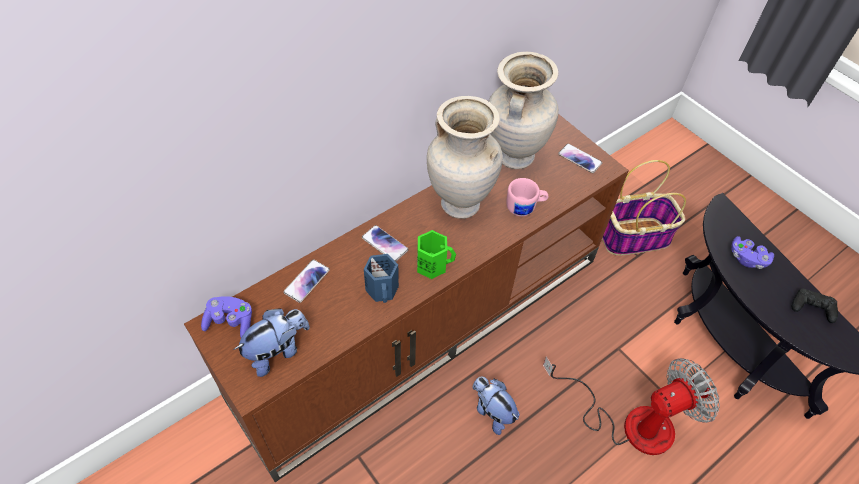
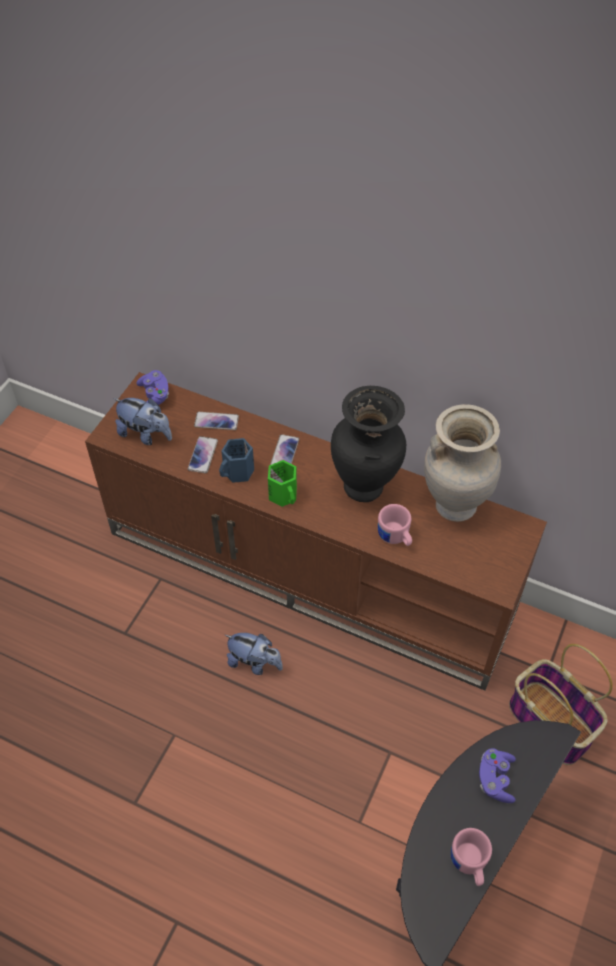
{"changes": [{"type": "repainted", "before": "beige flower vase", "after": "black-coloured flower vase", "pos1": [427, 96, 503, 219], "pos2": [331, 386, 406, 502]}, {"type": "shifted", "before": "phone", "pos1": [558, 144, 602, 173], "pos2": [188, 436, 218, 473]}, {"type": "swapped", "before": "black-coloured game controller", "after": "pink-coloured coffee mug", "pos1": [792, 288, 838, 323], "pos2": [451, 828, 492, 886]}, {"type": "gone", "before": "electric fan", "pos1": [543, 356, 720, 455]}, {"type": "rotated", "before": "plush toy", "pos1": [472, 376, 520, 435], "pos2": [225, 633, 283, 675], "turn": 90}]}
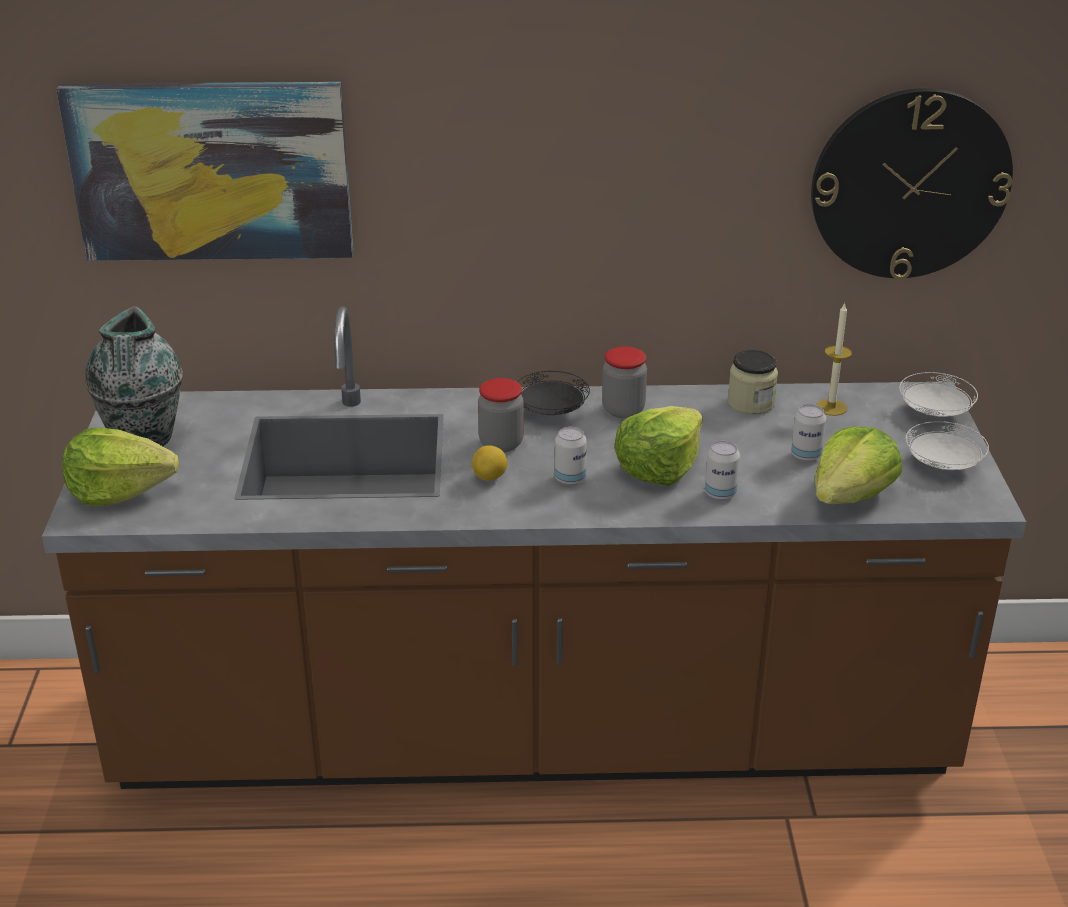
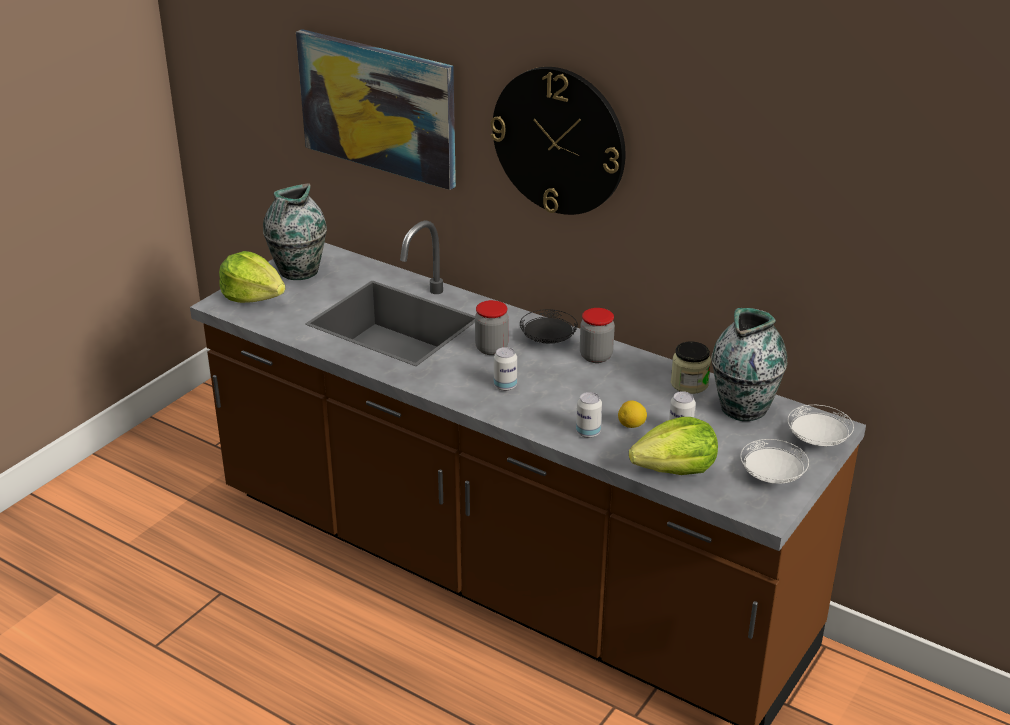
{"changes": [{"type": "shifted", "before": "clock on the wall", "pos1": [811, 88, 1013, 280], "pos2": [491, 67, 626, 215]}, {"type": "swapped", "before": "wax candle", "after": "flower vase", "pos1": [816, 302, 852, 416], "pos2": [711, 308, 788, 421]}, {"type": "gone", "before": "lettuce", "pos1": [615, 406, 703, 486]}, {"type": "shifted", "before": "citrus fruit", "pos1": [472, 445, 507, 481], "pos2": [618, 401, 647, 428]}]}
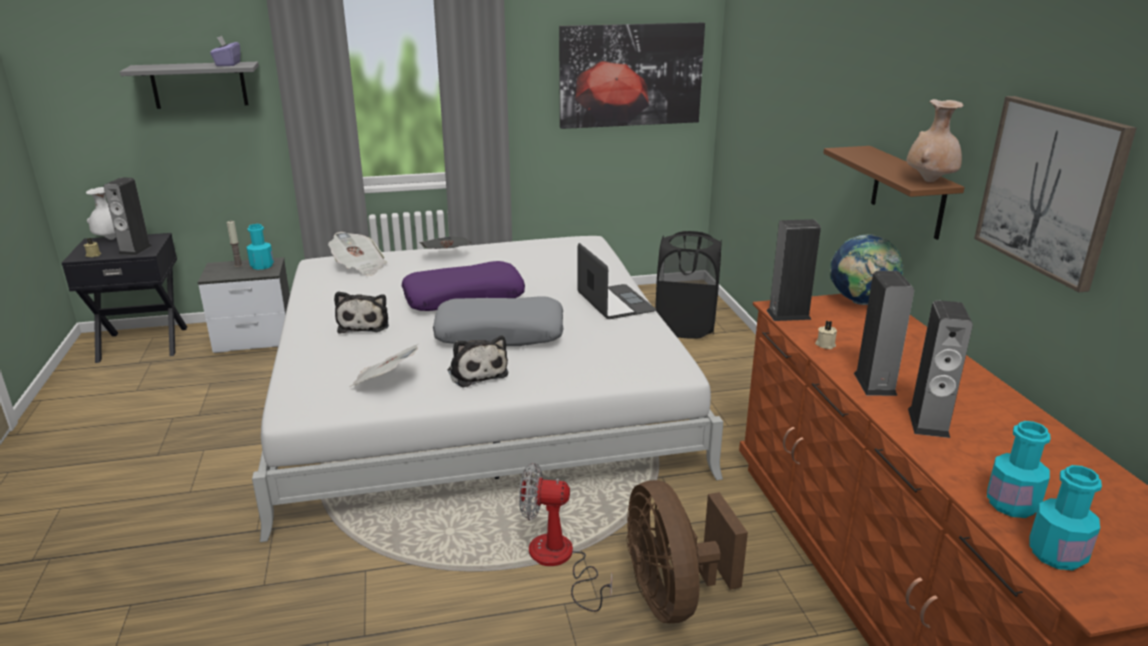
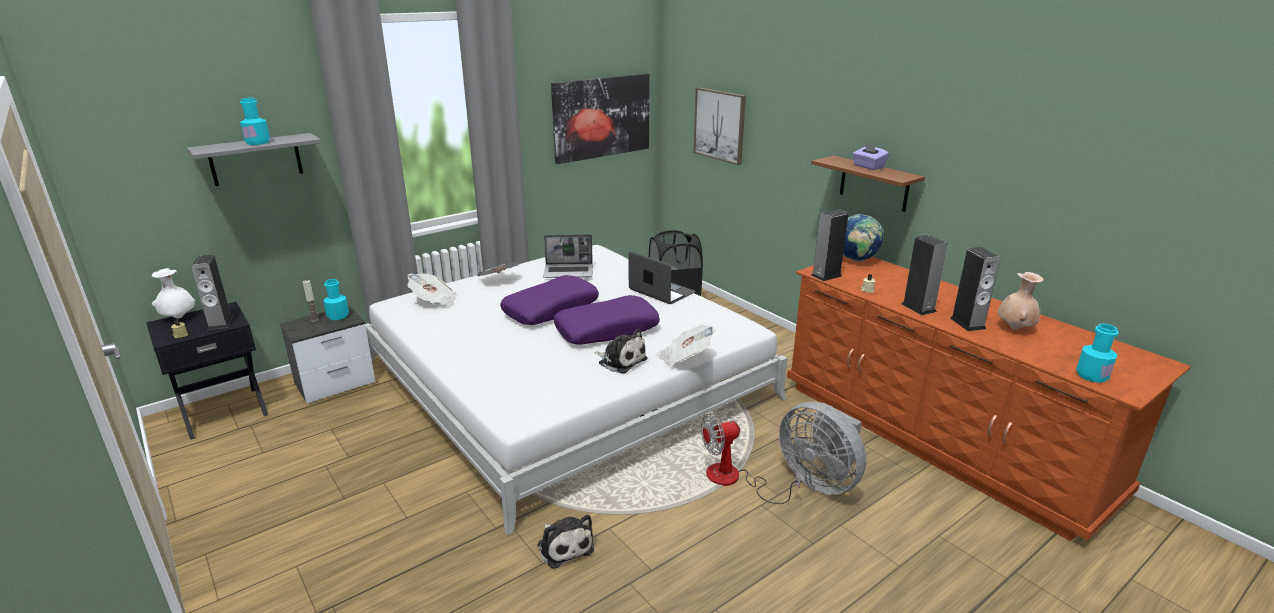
{"changes": [{"type": "shifted", "before": "purple box of tissues", "pos1": [210, 35, 240, 66], "pos2": [852, 142, 889, 170]}, {"type": "shifted", "before": "picture", "pos1": [974, 96, 1136, 292], "pos2": [693, 87, 746, 165]}, {"type": "shifted", "before": "beige flower vase", "pos1": [907, 99, 964, 182], "pos2": [998, 272, 1044, 330]}, {"type": "shifted", "before": "plush toy", "pos1": [334, 291, 389, 334], "pos2": [537, 515, 594, 569]}, {"type": "repainted", "before": "greyish throw pillow", "after": "purple throw pillow", "pos1": [433, 296, 564, 346], "pos2": [554, 295, 660, 345]}, {"type": "shifted", "before": "daily paper", "pos1": [350, 344, 418, 387], "pos2": [657, 324, 716, 366]}, {"type": "shifted", "before": "blue-green bottle", "pos1": [987, 421, 1050, 518], "pos2": [240, 98, 270, 145]}, {"type": "repainted", "before": "brown electric fan", "after": "greyish electric fan", "pos1": [626, 480, 748, 623], "pos2": [779, 401, 866, 495]}, {"type": "new", "after": "notebook computer", "pos2": [543, 234, 593, 278]}]}
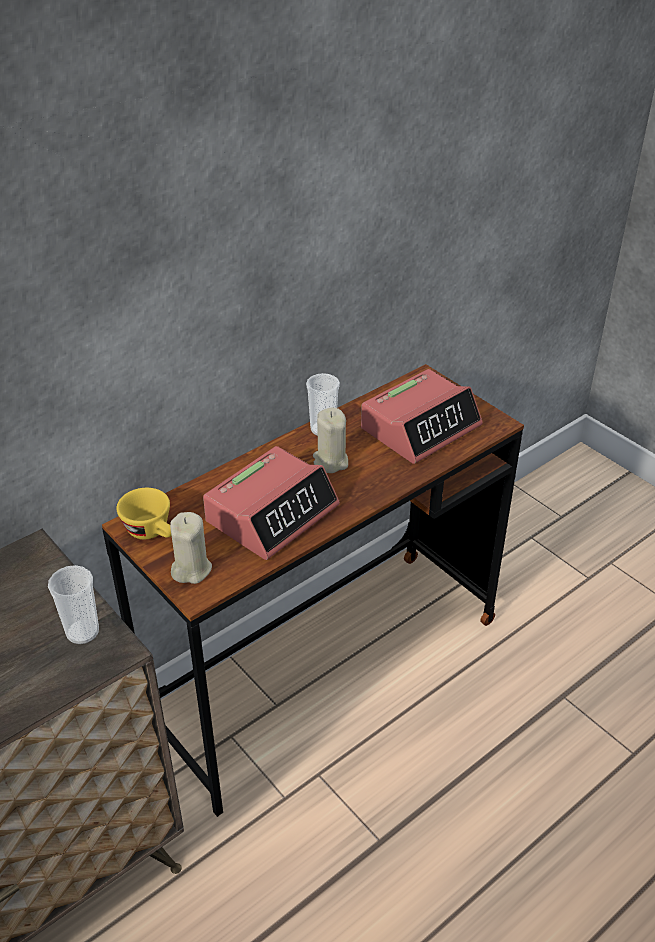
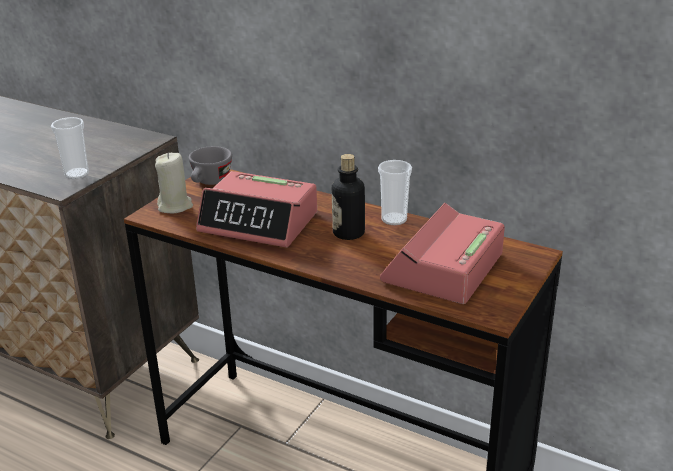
{"changes": [{"type": "rotated", "before": "bedside clock", "pos1": [361, 369, 482, 464], "pos2": [380, 203, 505, 304], "turn": 90}, {"type": "swapped", "before": "beige wax candle", "after": "bottle", "pos1": [313, 408, 348, 473], "pos2": [332, 154, 365, 240]}, {"type": "repainted", "before": "yellow cup", "after": "greyish cup", "pos1": [117, 488, 171, 539], "pos2": [189, 146, 232, 185]}]}
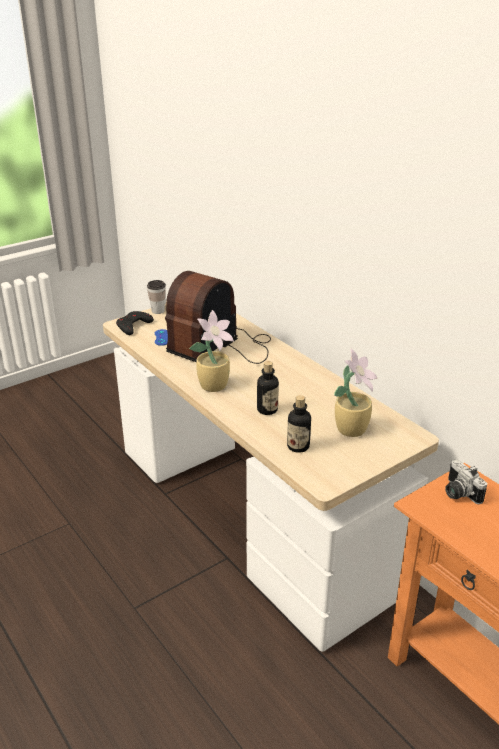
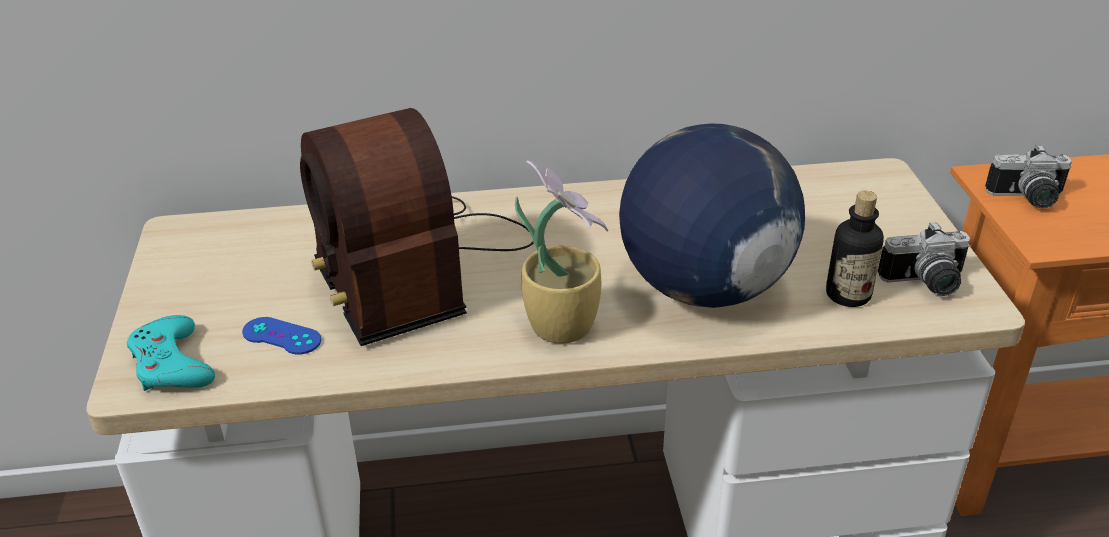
{"changes": [{"type": "gone", "before": "cup", "pos1": [147, 280, 166, 314]}, {"type": "repainted", "before": "black-coloured game controller", "after": "blue-green game controller", "pos1": [116, 311, 154, 335], "pos2": [127, 315, 215, 391]}, {"type": "gone", "before": "houseplant", "pos1": [334, 348, 378, 437]}, {"type": "swapped", "before": "bottle", "after": "desk globe", "pos1": [257, 361, 279, 415], "pos2": [619, 124, 805, 308]}, {"type": "new", "after": "photo camera", "pos2": [878, 222, 971, 296]}]}
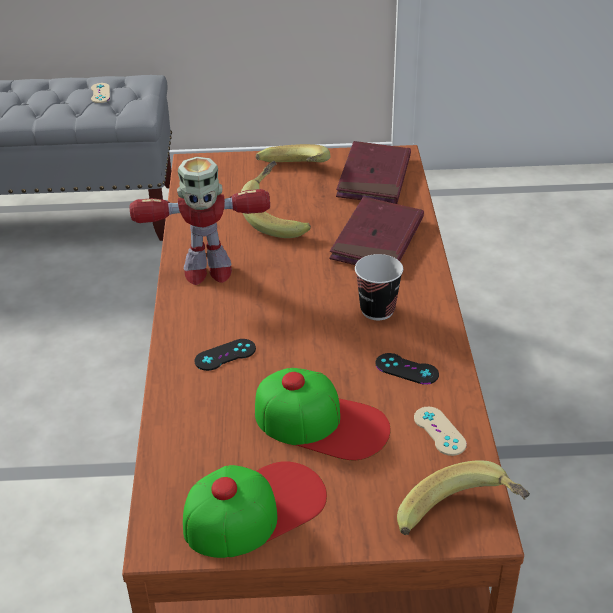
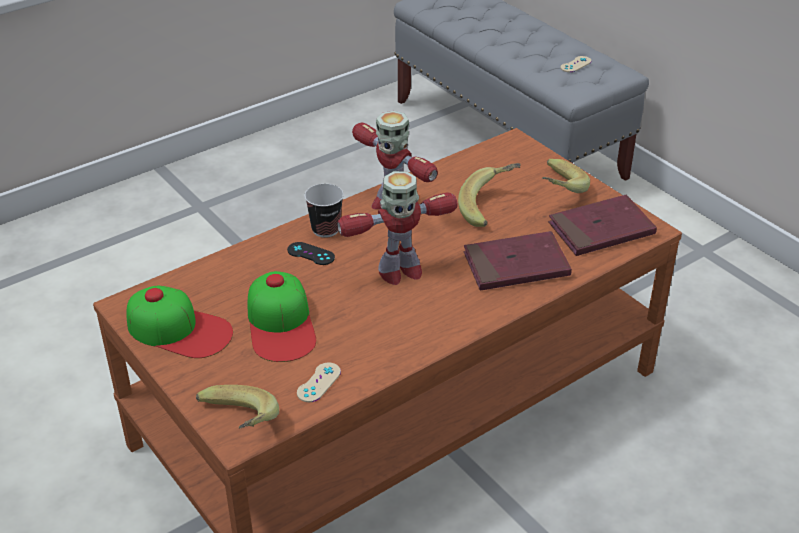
{"changes": [{"type": "shifted", "before": "cup", "pos1": [355, 254, 403, 320], "pos2": [304, 184, 344, 238]}, {"type": "gone", "before": "black-coloured game controller", "pos1": [376, 353, 439, 385]}, {"type": "new", "after": "toy robot", "pos2": [337, 171, 458, 285]}]}
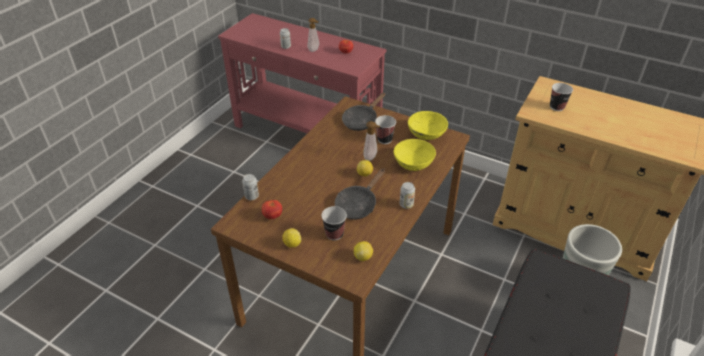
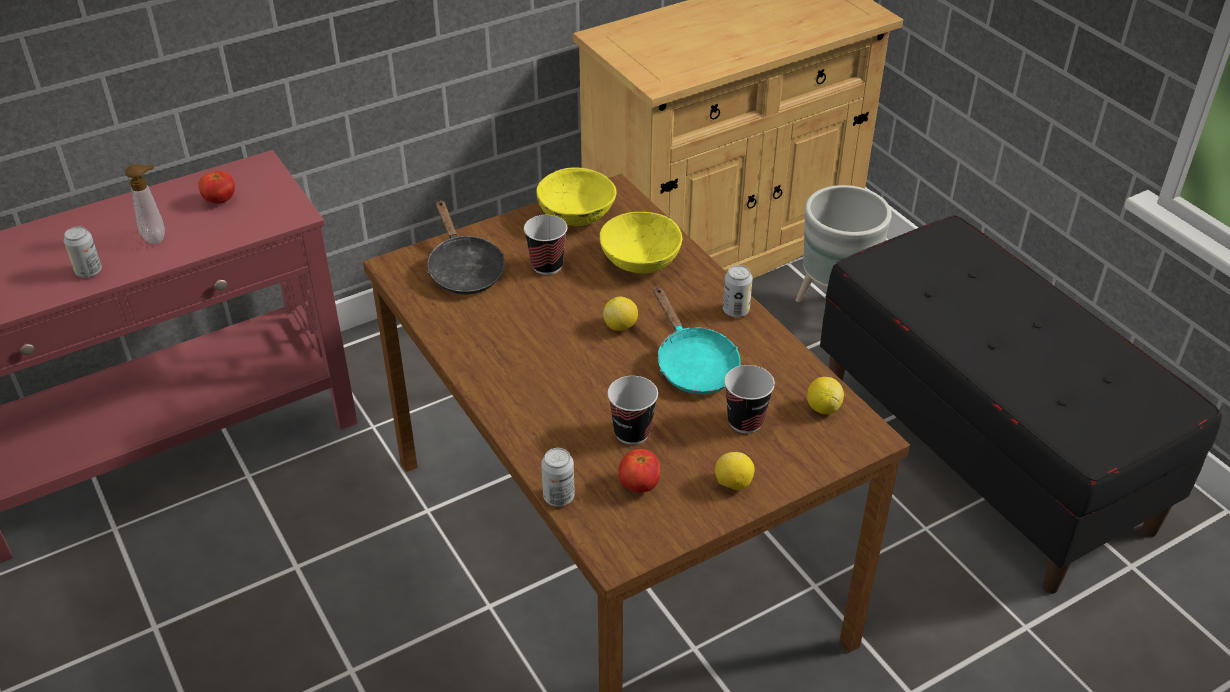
{"changes": [{"type": "shifted", "before": "cup", "pos1": [550, 83, 573, 111], "pos2": [608, 376, 658, 445]}, {"type": "gone", "before": "liquid soap bottle", "pos1": [364, 121, 380, 161]}, {"type": "repainted", "before": "black-coloured skillet", "after": "blue-green skillet", "pos1": [335, 169, 385, 220], "pos2": [654, 287, 741, 394]}]}
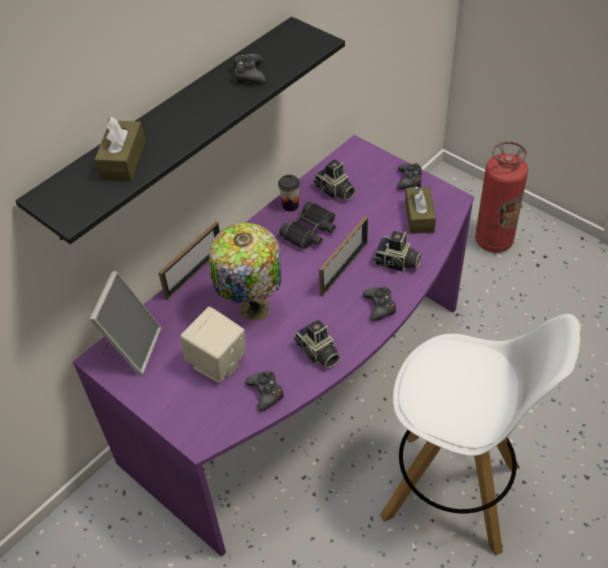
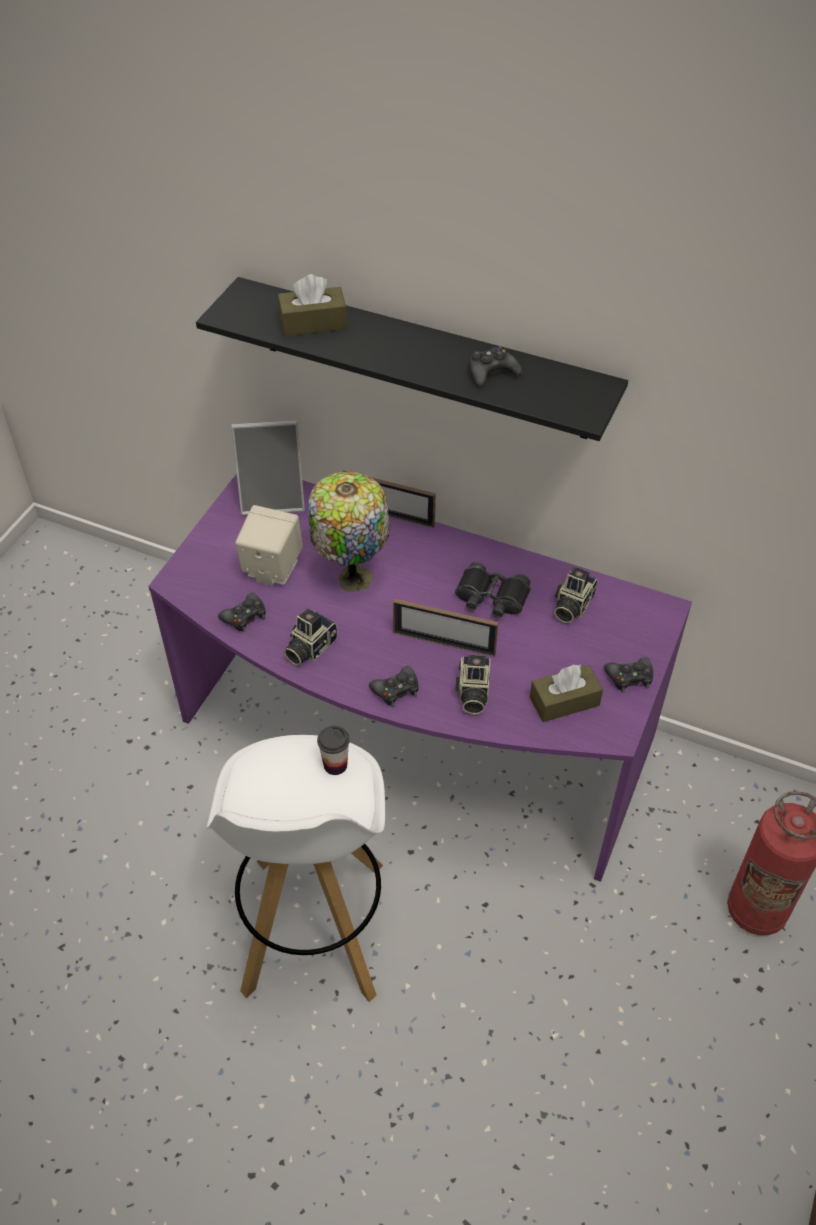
{"changes": [{"type": "shifted", "before": "cup", "pos1": [278, 175, 300, 212], "pos2": [317, 726, 350, 775]}]}
